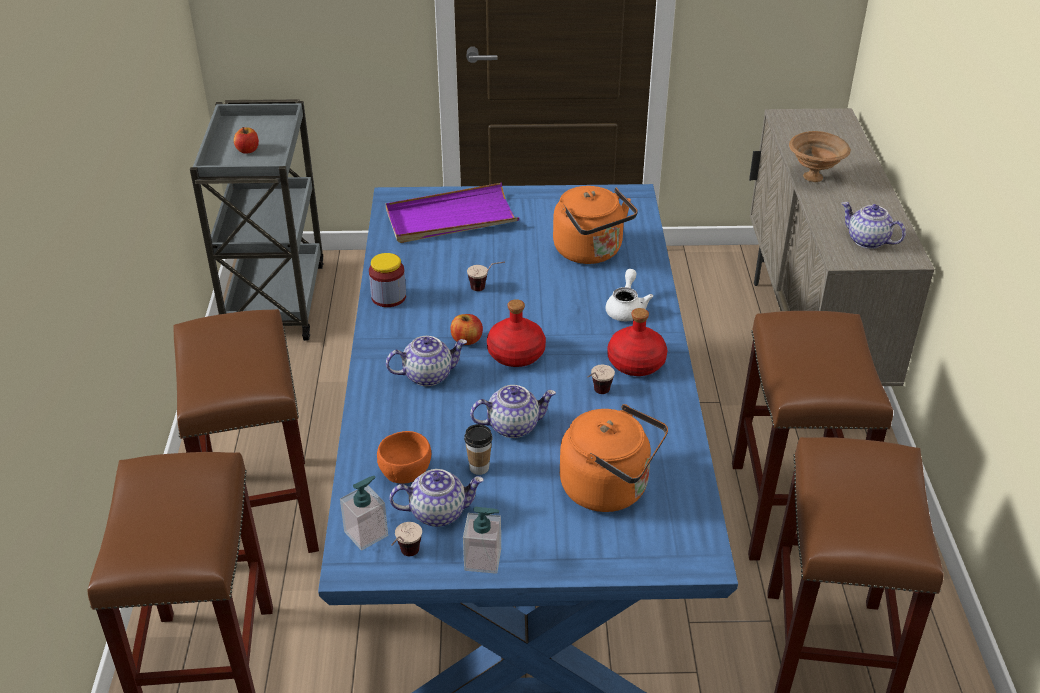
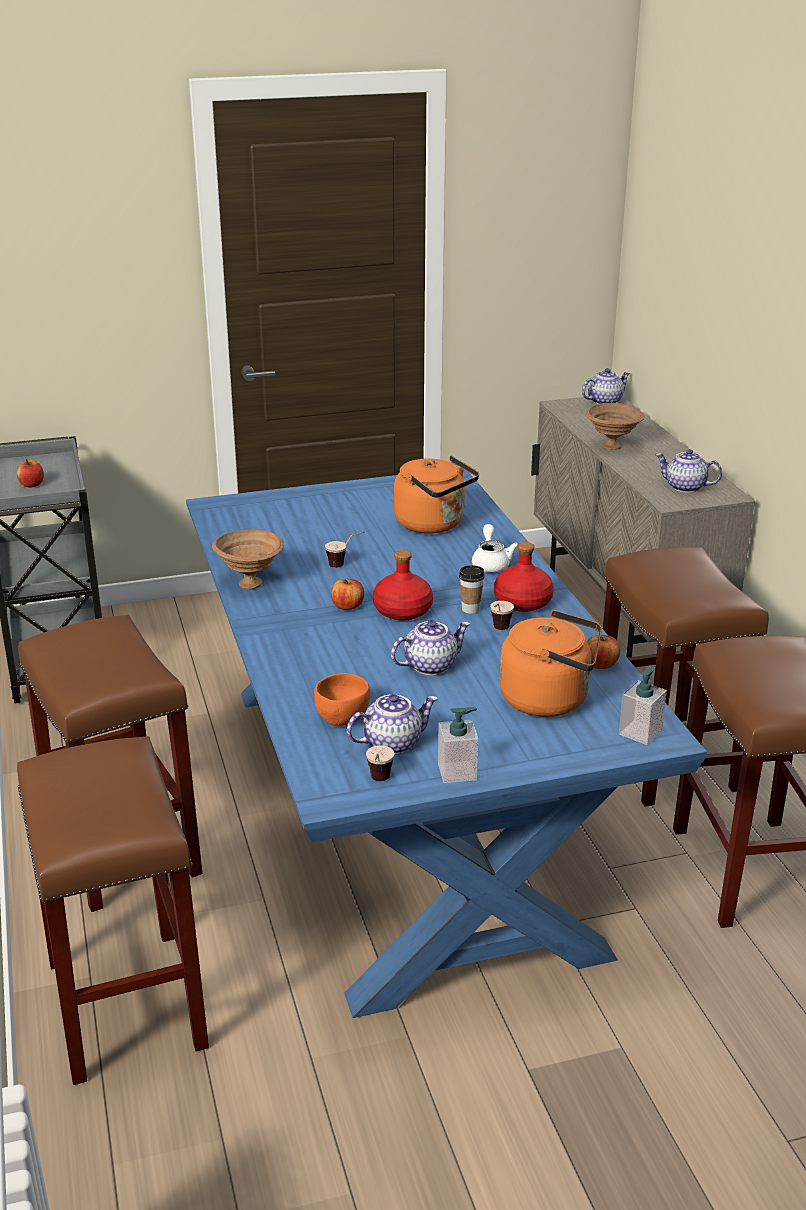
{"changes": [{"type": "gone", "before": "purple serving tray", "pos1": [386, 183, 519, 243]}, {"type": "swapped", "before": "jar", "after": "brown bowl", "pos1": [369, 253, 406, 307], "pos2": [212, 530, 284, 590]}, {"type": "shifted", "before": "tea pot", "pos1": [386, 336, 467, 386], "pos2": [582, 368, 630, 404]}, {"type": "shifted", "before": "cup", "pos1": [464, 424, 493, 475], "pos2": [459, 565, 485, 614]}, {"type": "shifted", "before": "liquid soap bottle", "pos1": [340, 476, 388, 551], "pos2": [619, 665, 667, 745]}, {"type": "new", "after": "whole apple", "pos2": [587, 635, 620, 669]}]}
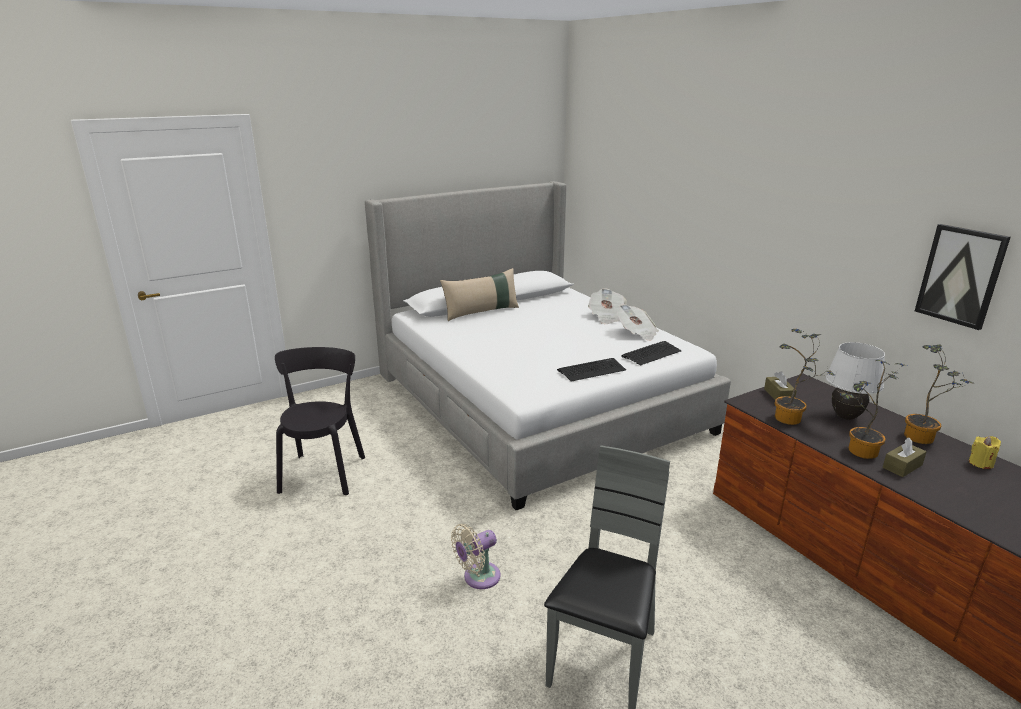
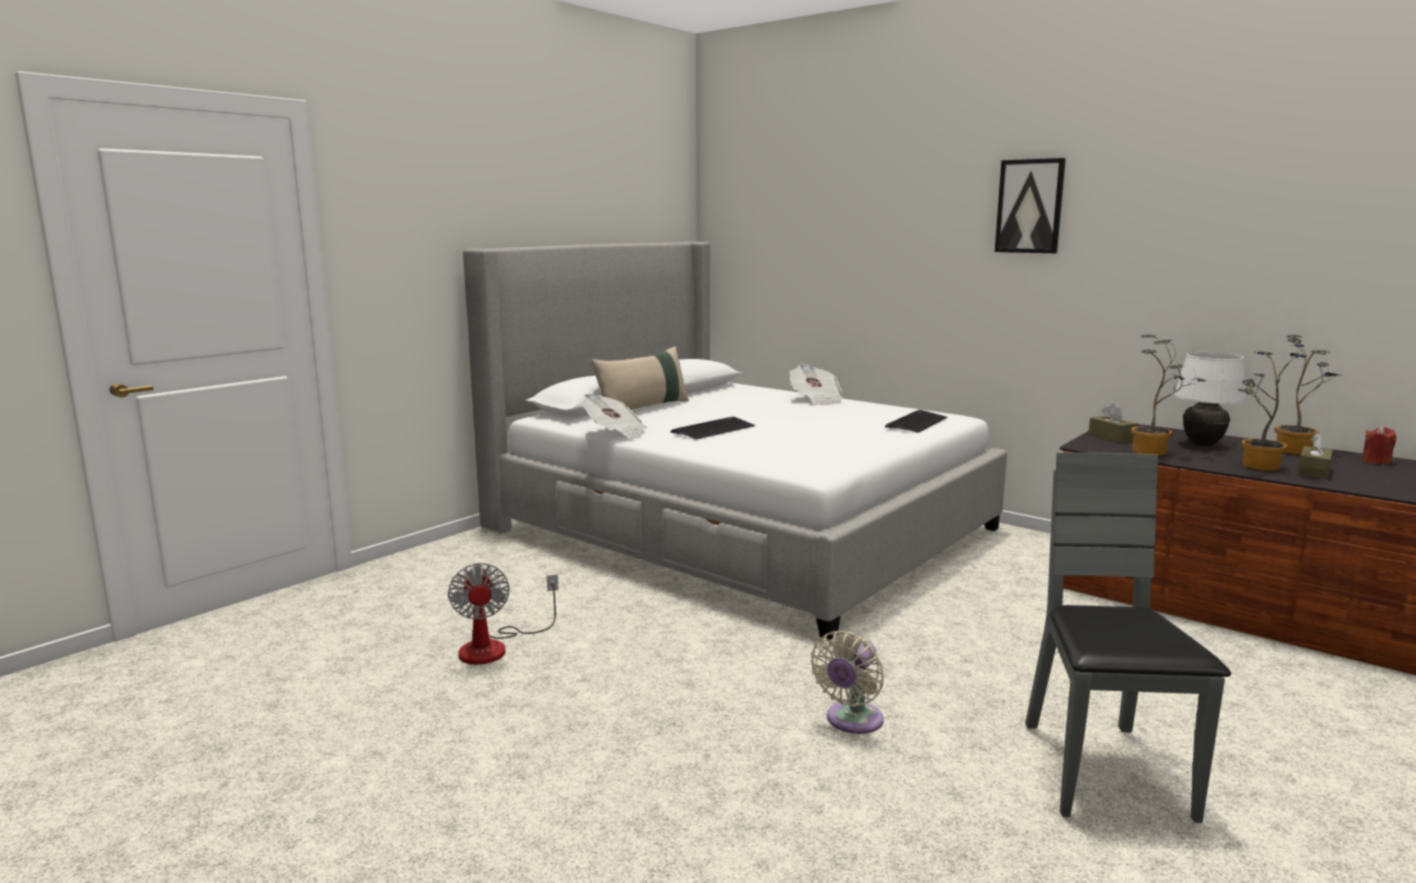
{"changes": [{"type": "shifted", "before": "picture", "pos1": [915, 224, 1011, 330], "pos2": [995, 158, 1066, 253]}, {"type": "shifted", "before": "daily paper", "pos1": [617, 304, 659, 341], "pos2": [581, 393, 647, 439]}, {"type": "swapped", "before": "black-coloured upright chair", "after": "electric fan", "pos1": [275, 347, 365, 495], "pos2": [448, 563, 558, 665]}, {"type": "shifted", "before": "PC keyboard", "pos1": [557, 358, 626, 382], "pos2": [671, 417, 755, 439]}, {"type": "repainted", "before": "yellow wax candle", "after": "reddish wax candle", "pos1": [969, 436, 1001, 469], "pos2": [1362, 426, 1396, 464]}]}
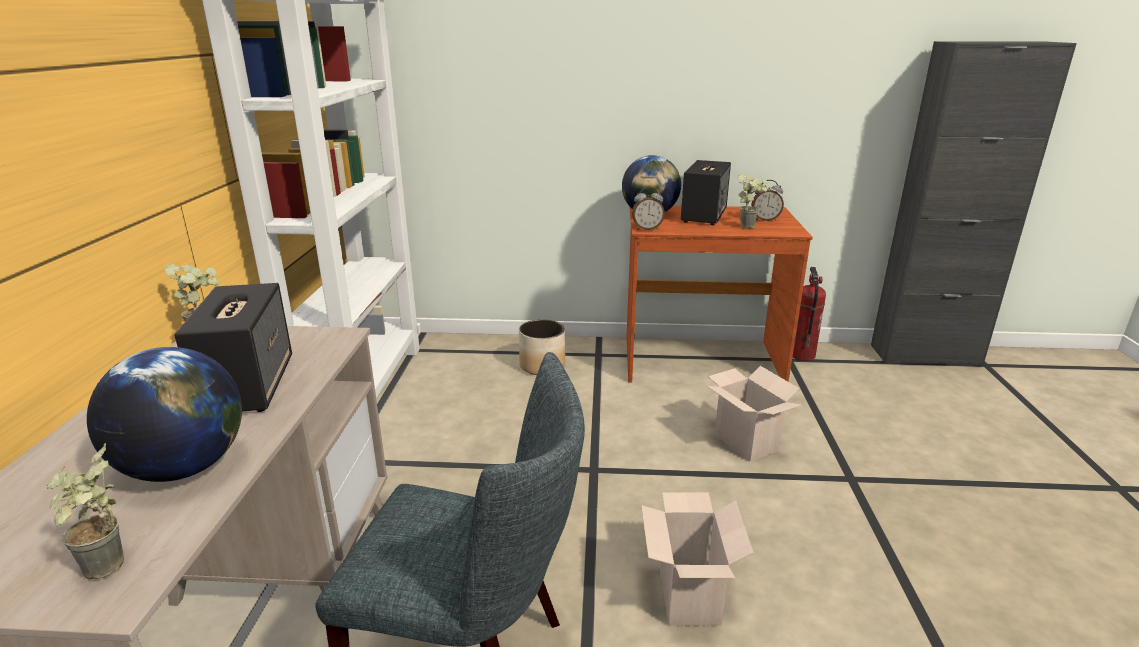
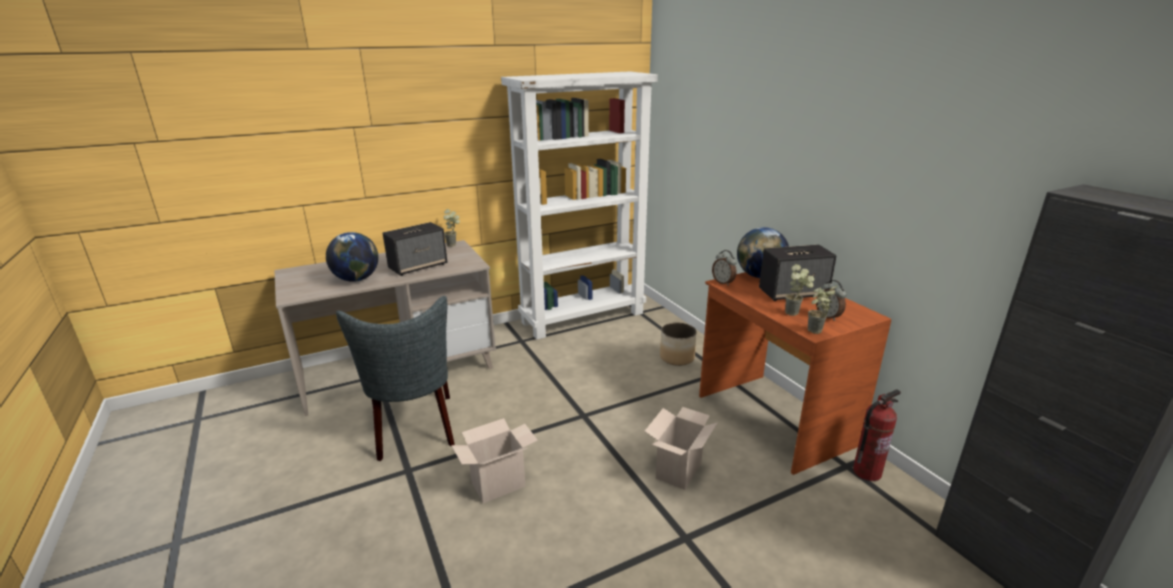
{"changes": [{"type": "shifted", "before": "houseplant", "pos1": [47, 443, 124, 579], "pos2": [808, 285, 837, 334]}]}
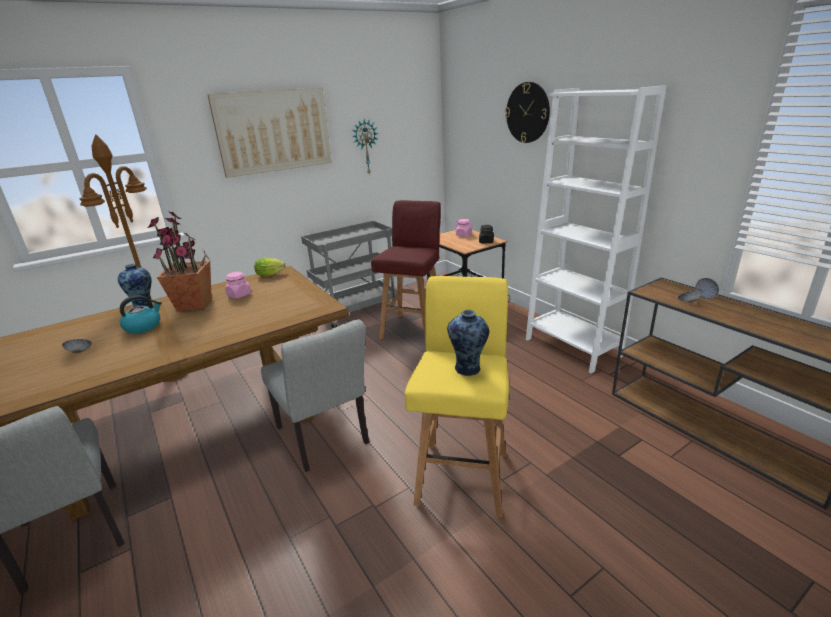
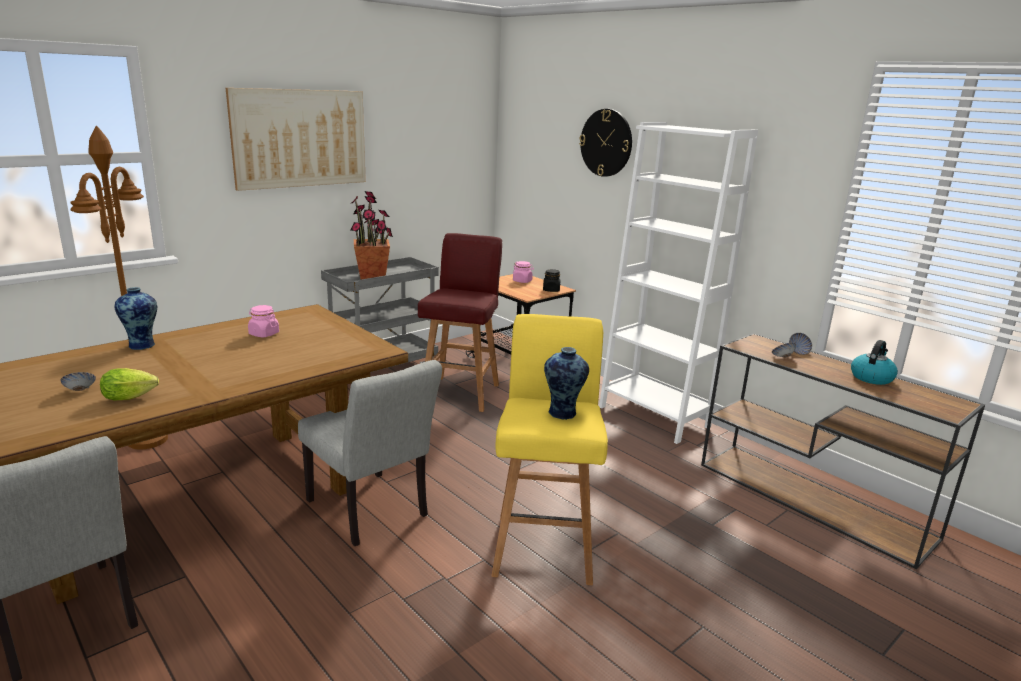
{"changes": [{"type": "gone", "before": "clock on the wall", "pos1": [352, 119, 379, 174]}, {"type": "shifted", "before": "houseplant", "pos1": [148, 211, 212, 311], "pos2": [350, 191, 393, 280]}, {"type": "shifted", "before": "lettuce", "pos1": [254, 258, 286, 276], "pos2": [100, 368, 159, 400]}, {"type": "shifted", "before": "kettle", "pos1": [119, 295, 162, 334], "pos2": [851, 340, 898, 385]}]}
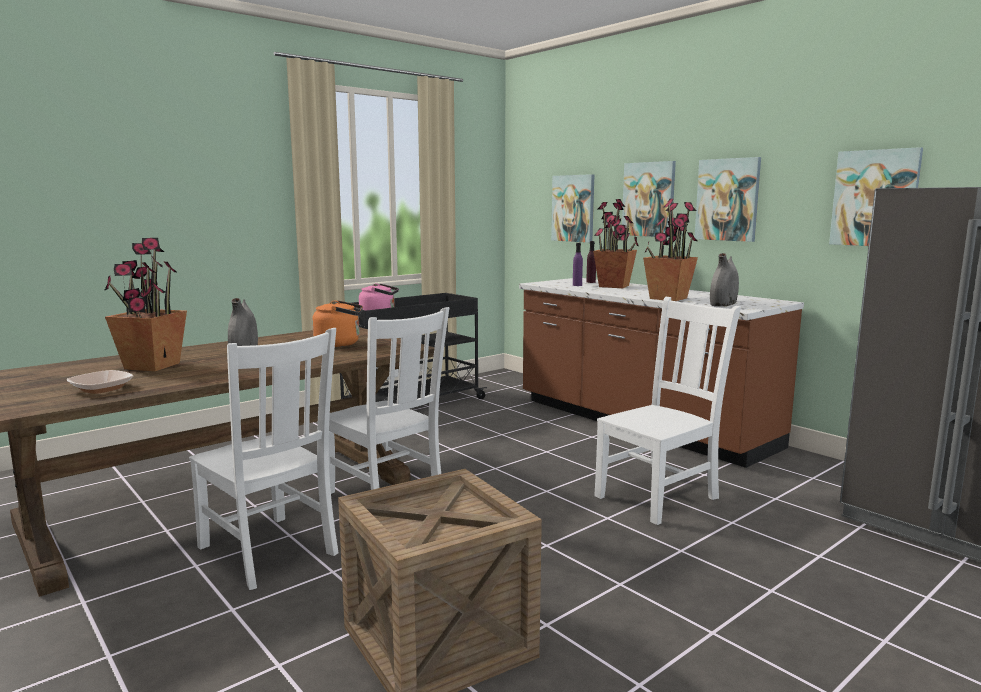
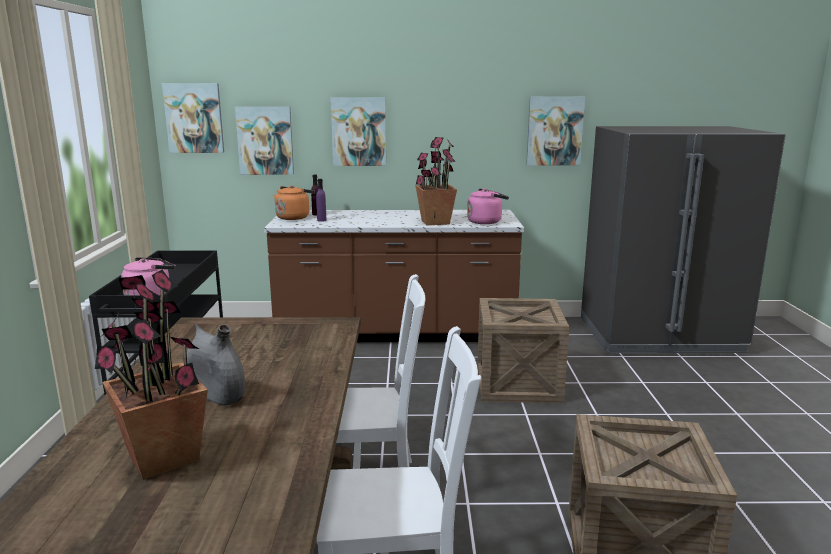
{"changes": [{"type": "shifted", "before": "picture", "pos1": [695, 157, 761, 242], "pos2": [162, 83, 224, 153]}, {"type": "gone", "before": "houseplant", "pos1": [593, 199, 639, 288]}, {"type": "swapped", "before": "greyish flower vase", "after": "pink-coloured kettle", "pos1": [710, 253, 739, 307], "pos2": [467, 189, 509, 224]}, {"type": "swapped", "before": "white-coloured upright chair", "after": "shipping crate", "pos1": [594, 297, 741, 525], "pos2": [477, 298, 569, 403]}, {"type": "shifted", "before": "orangey kettle", "pos1": [312, 300, 363, 347], "pos2": [274, 185, 315, 220]}, {"type": "gone", "before": "bowl", "pos1": [67, 370, 133, 394]}]}
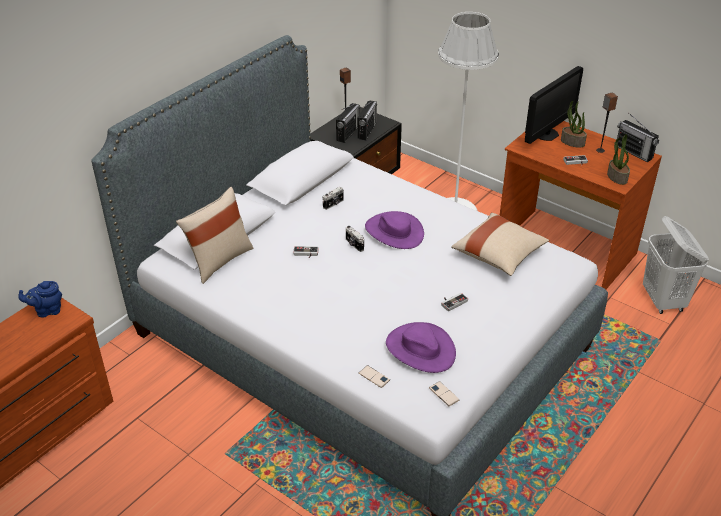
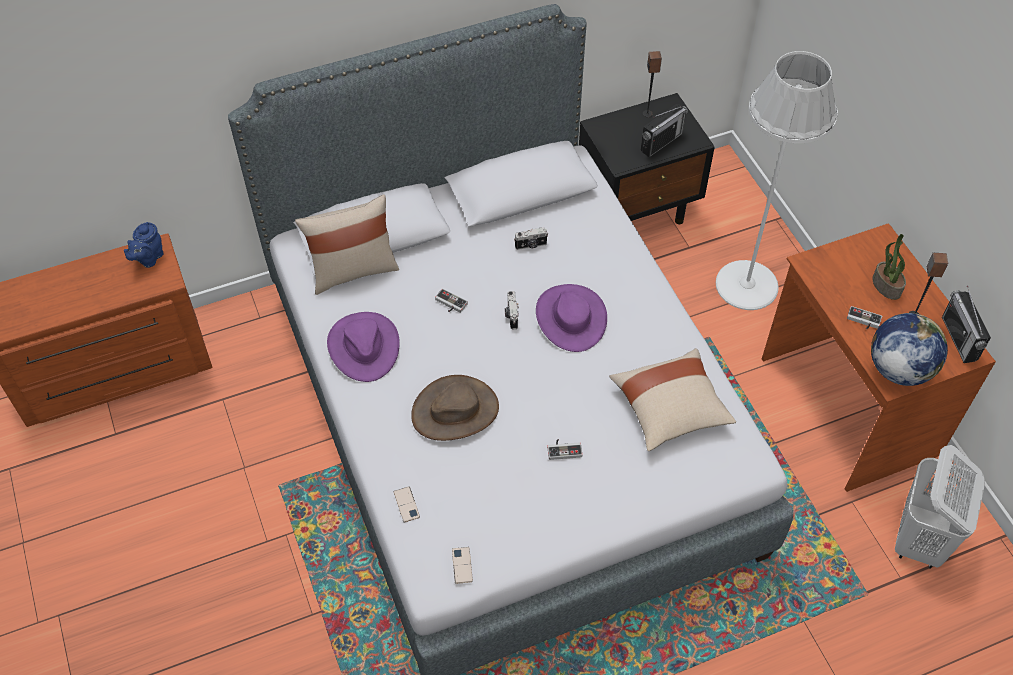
{"changes": [{"type": "gone", "before": "monitor", "pos1": [525, 66, 583, 144]}, {"type": "gone", "before": "radio receiver", "pos1": [336, 103, 360, 143]}, {"type": "swapped", "before": "houseplant", "after": "desk globe", "pos1": [607, 134, 630, 185], "pos2": [871, 313, 948, 386]}, {"type": "rotated", "before": "blue tea pot", "pos1": [18, 281, 62, 318], "pos2": [124, 222, 163, 268], "turn": -75}, {"type": "shifted", "before": "purple wearable hat", "pos1": [386, 322, 456, 373], "pos2": [327, 312, 400, 382]}, {"type": "new", "after": "brown wearable hat", "pos2": [411, 375, 499, 441]}]}
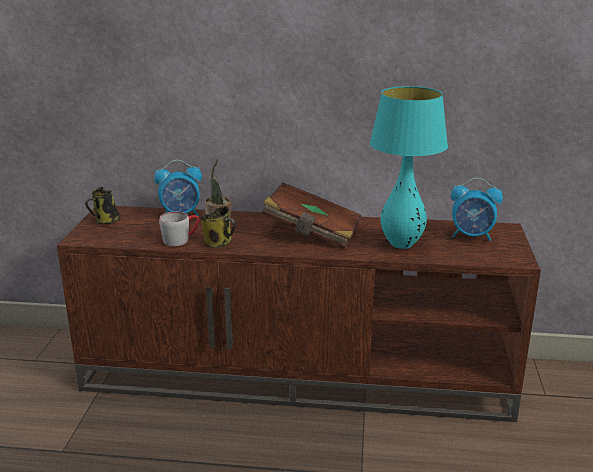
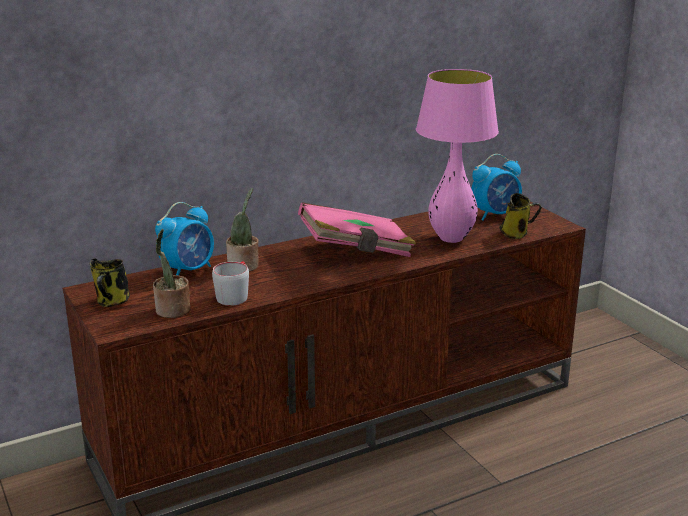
{"changes": [{"type": "repainted", "before": "blue-green lamp for a table", "after": "pink-coloured lamp for a table", "pos1": [370, 86, 448, 249], "pos2": [416, 69, 499, 243]}, {"type": "repainted", "before": "brown volume", "after": "pink-coloured volume", "pos1": [261, 183, 362, 249], "pos2": [298, 203, 416, 257]}, {"type": "shifted", "before": "coffee mug", "pos1": [201, 206, 236, 248], "pos2": [499, 193, 542, 239]}, {"type": "new", "after": "houseplant", "pos2": [153, 229, 190, 318]}]}
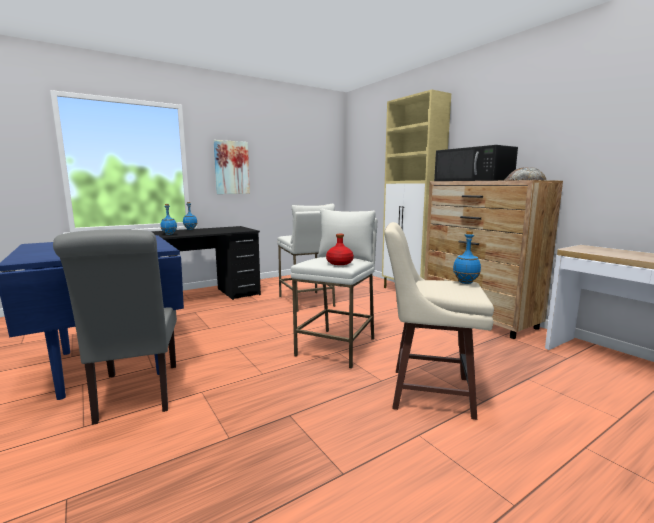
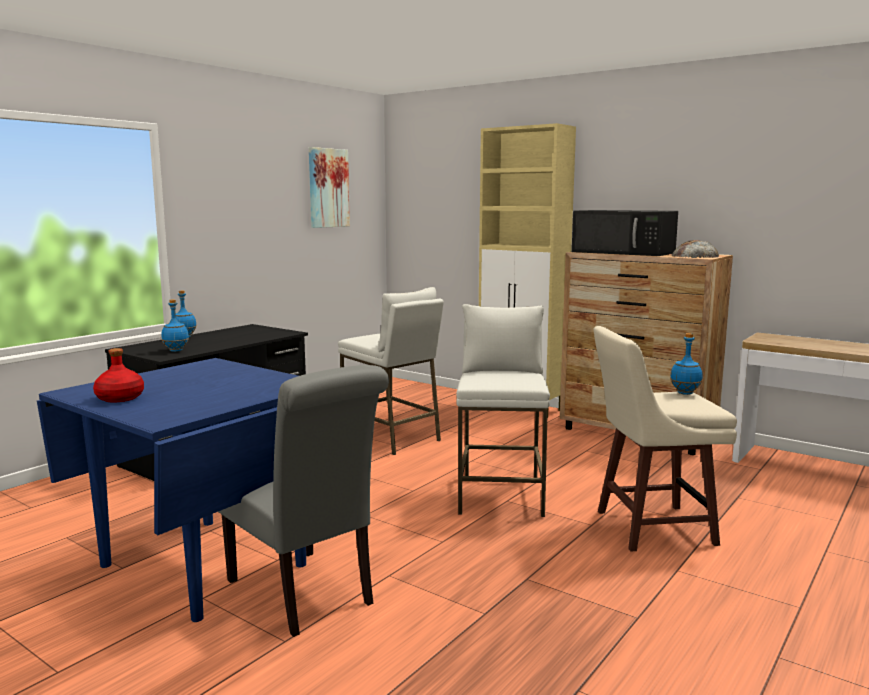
{"changes": [{"type": "shifted", "before": "picture", "pos1": [213, 140, 250, 194], "pos2": [309, 147, 350, 228]}, {"type": "shifted", "before": "reddish bottle", "pos1": [326, 234, 354, 265], "pos2": [93, 348, 144, 402]}]}
